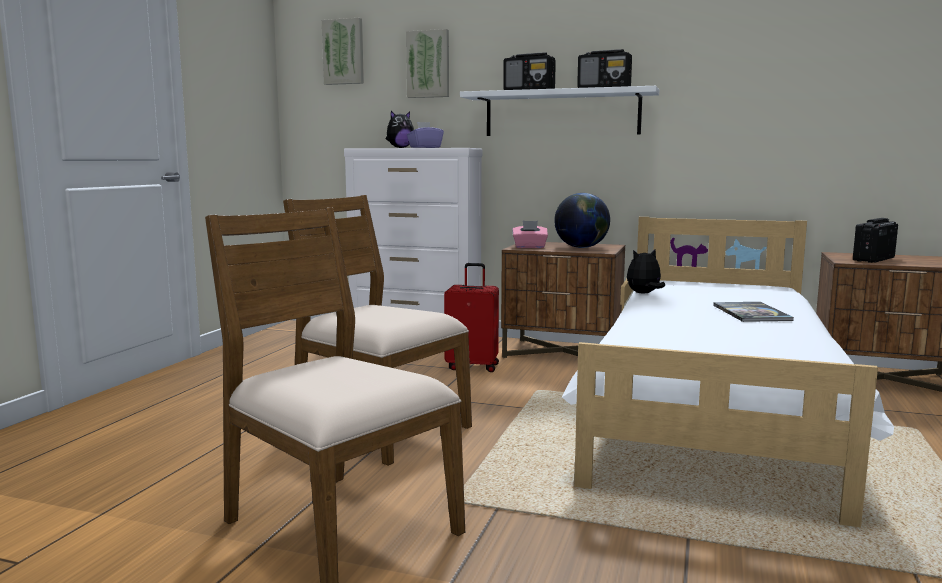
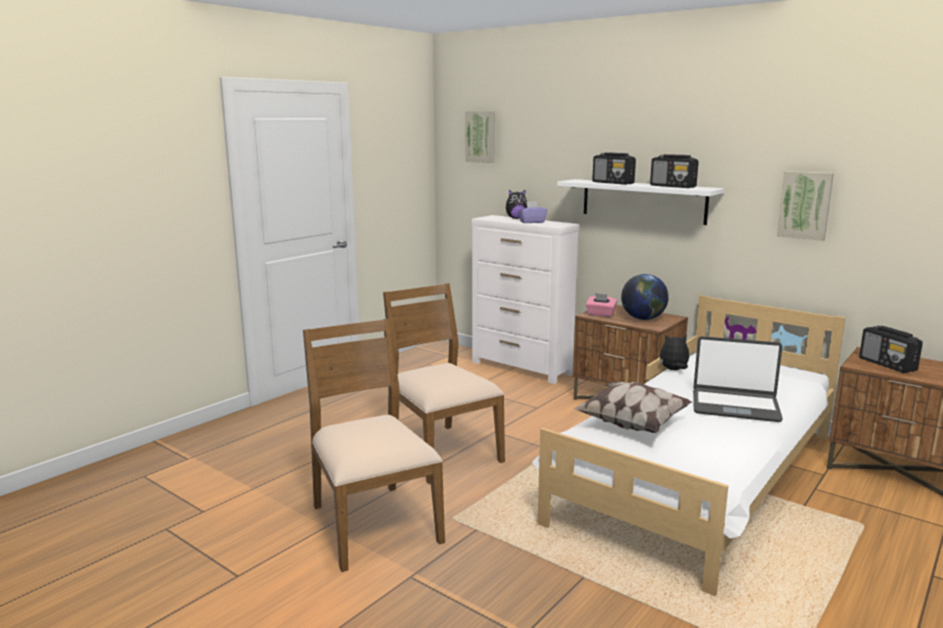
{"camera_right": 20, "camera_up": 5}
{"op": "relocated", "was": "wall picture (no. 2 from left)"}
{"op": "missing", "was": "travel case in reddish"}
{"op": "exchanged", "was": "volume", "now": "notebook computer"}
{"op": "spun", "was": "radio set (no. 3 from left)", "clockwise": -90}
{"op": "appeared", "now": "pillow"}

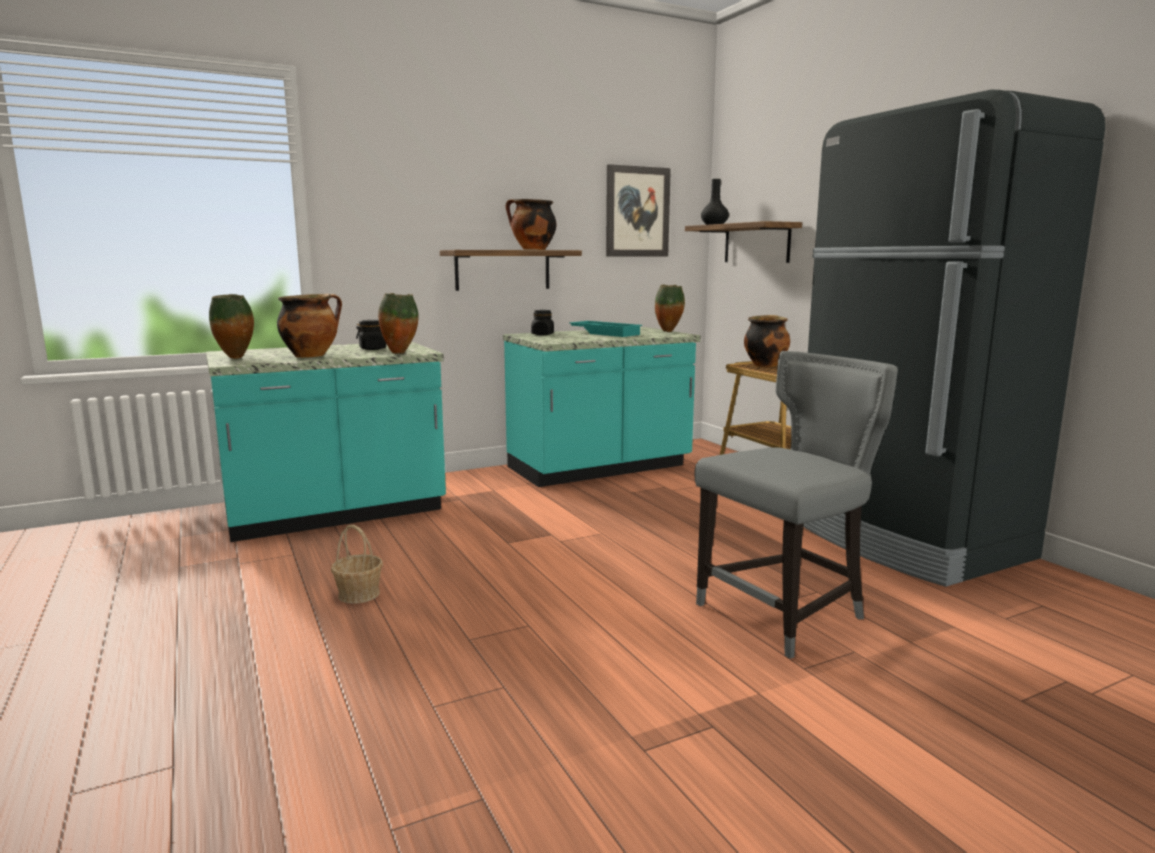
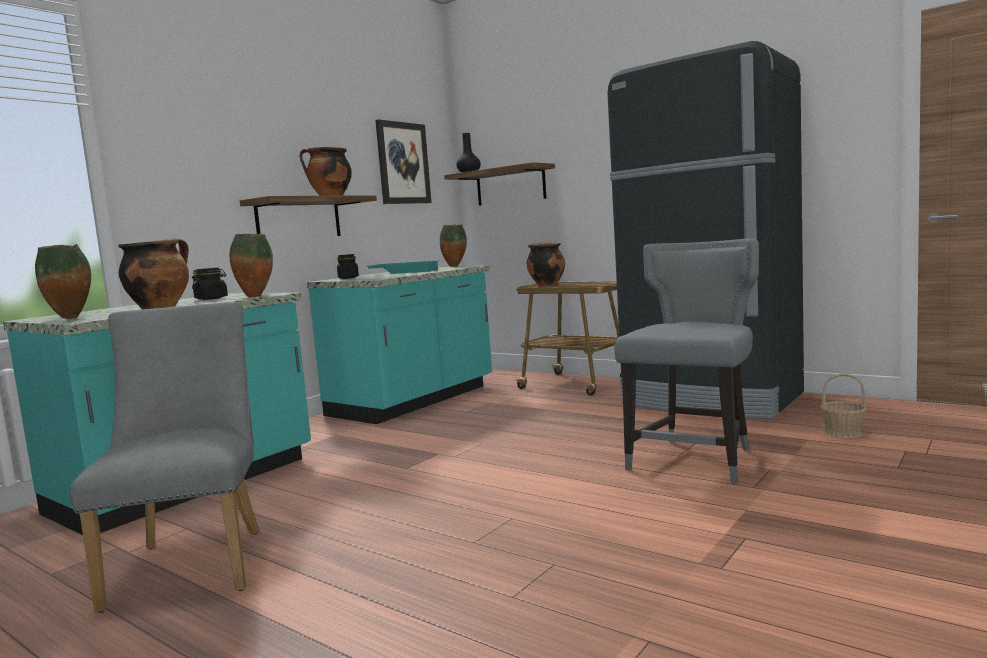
{"camera_right": -25, "camera_up": -5}
{"op": "relocated", "was": "storage basket"}
{"op": "appeared", "now": "chair in gray (no. 1 from left)"}

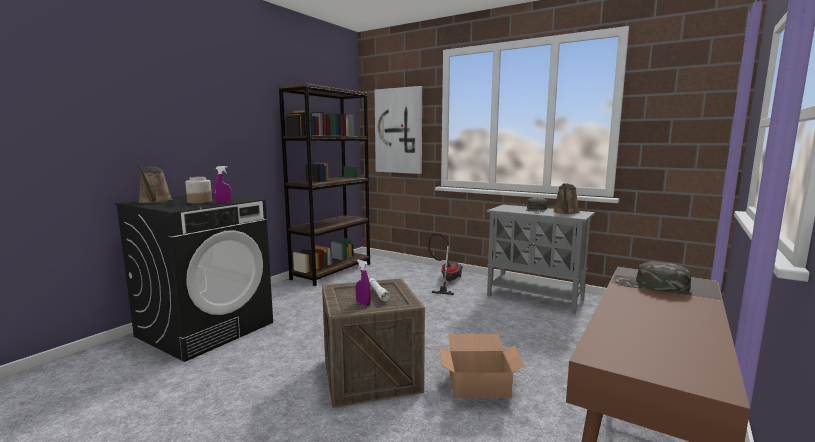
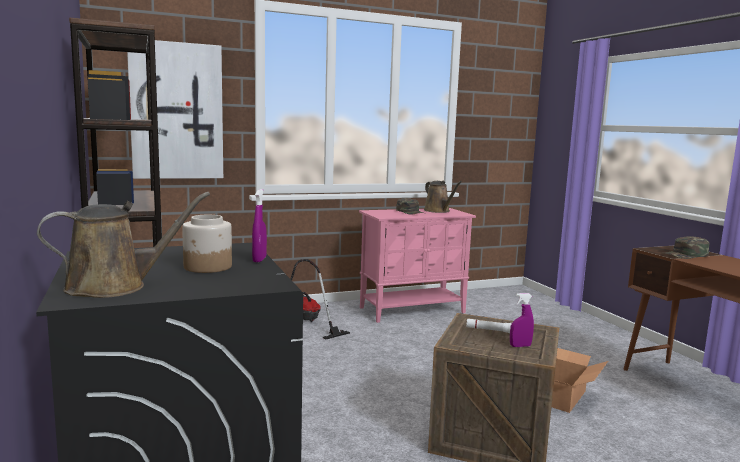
{"camera_right": -55, "camera_up": 0}
{"op": "spun", "was": "sprinkling can in brown-coloured (no. 1 from left)", "clockwise": -45}
{"op": "colour", "was": "cabinet in gray", "now": "cabinet in pink-coloured"}

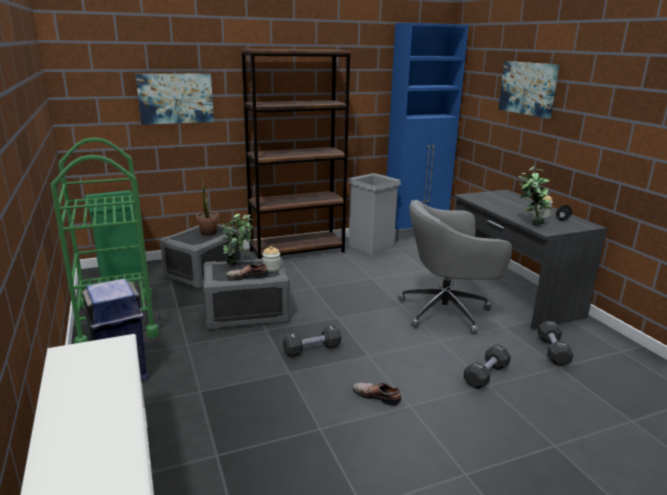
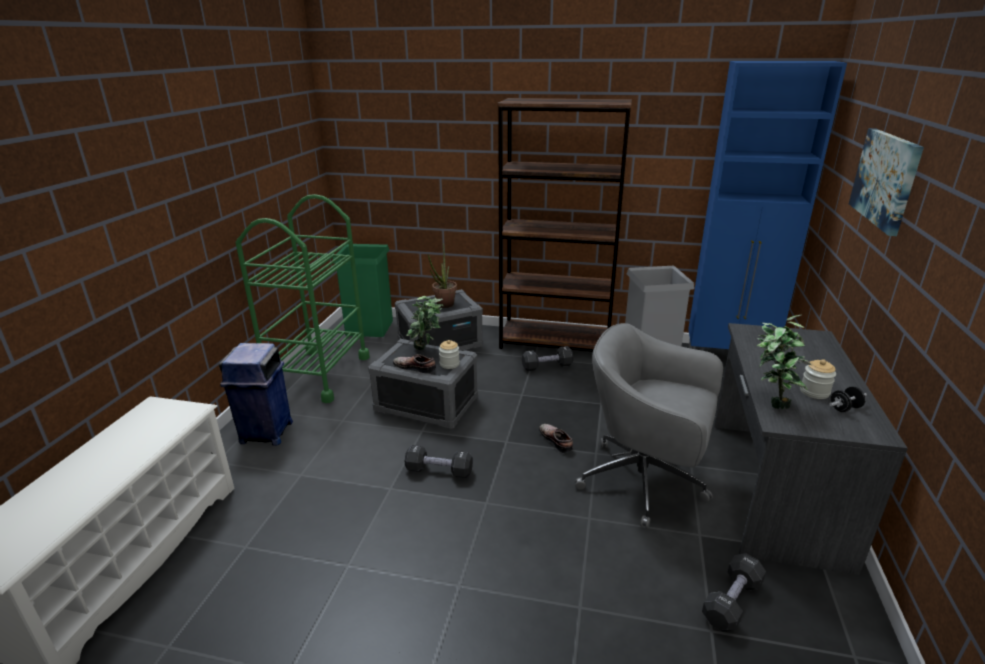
{"camera_right": 35, "camera_up": 5}
{"op": "missing", "was": "wall picture (no. 1 from left)"}
{"op": "relocated", "was": "low shoe (no. 2 from left)"}
{"op": "relocated", "was": "hand weight in black-coloured (no. 2 from left)"}

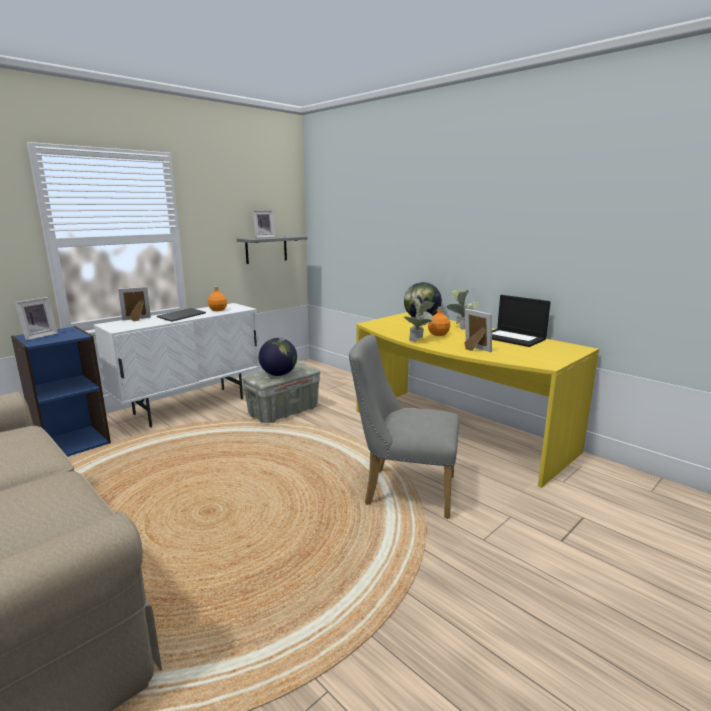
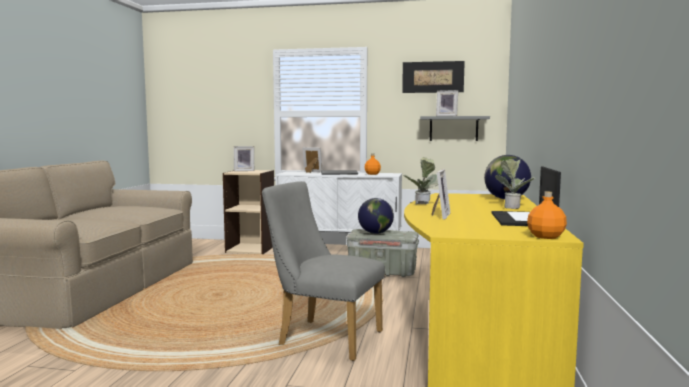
{"camera_right": 55, "camera_up": -10}
{"op": "colour", "was": "bookshelf in blue", "now": "bookshelf in sand-coloured"}
{"op": "spun", "was": "chair in gray", "clockwise": -45}
{"op": "relocated", "was": "drink bottle in orangey (no. 2 from left)"}
{"op": "appeared", "now": "wall picture"}

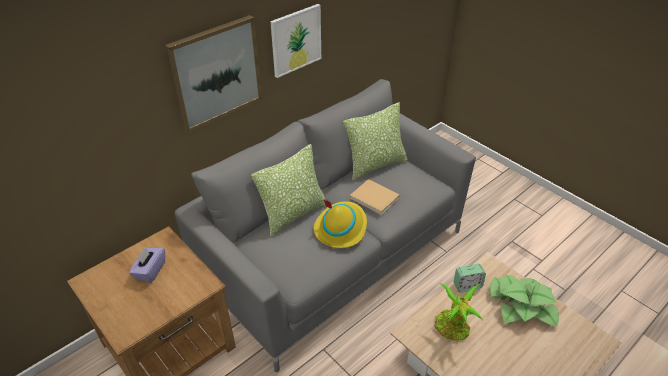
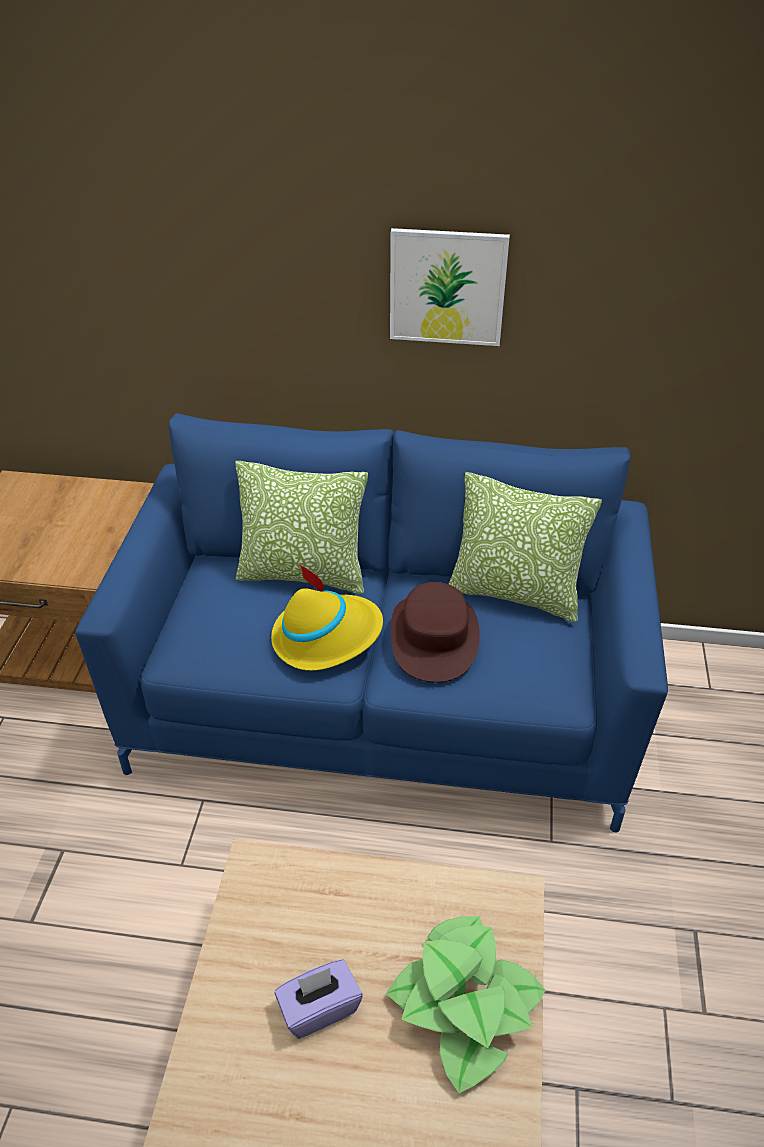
{"camera_right": 50, "camera_up": 0}
{"op": "relocated", "was": "tissue holder in purplish"}
{"op": "missing", "was": "wall picture (no. 1 from left)"}
{"op": "colour", "was": "sofa in gray", "now": "sofa in blue"}
{"op": "exchanged", "was": "volume in sand-coloured", "now": "wearable hat in brown-coloured"}
{"op": "missing", "was": "potted plant (no. 1 from left)"}
{"op": "missing", "was": "bedside clock"}

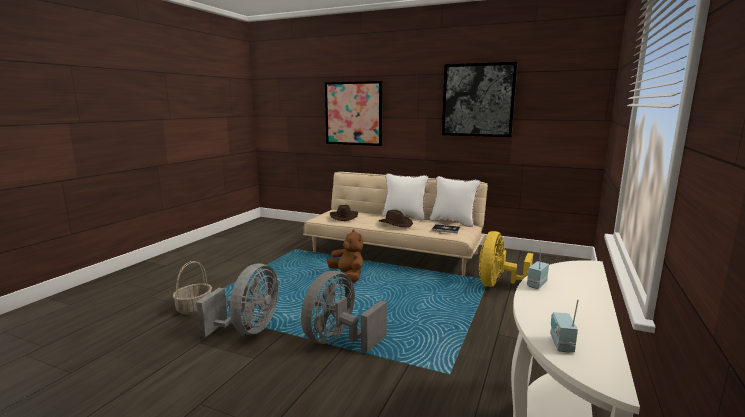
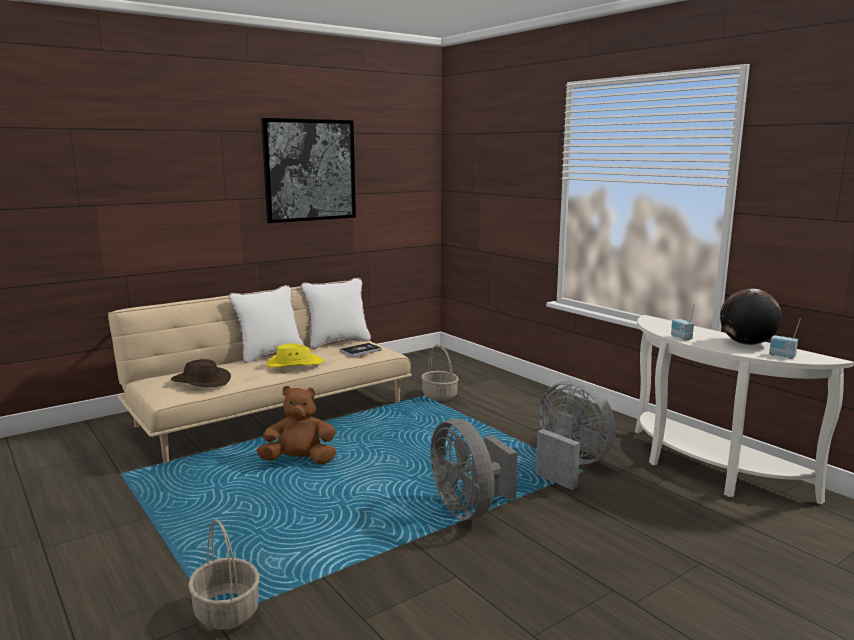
{"camera_right": -60, "camera_up": 0}
{"op": "relocated", "was": "electric fan in gray (no. 1 from left in the first image)", "now": "electric fan in gray (no. 2 from left)"}
{"op": "missing", "was": "wall picture (no. 1 from left)"}
{"op": "colour", "was": "wearable hat in brown-coloured (no. 2 from left)", "now": "wearable hat in yellow"}
{"op": "exchanged", "was": "electric fan in yellow", "now": "storage basket (no. 2 from left)"}
{"op": "appeared", "now": "globe"}

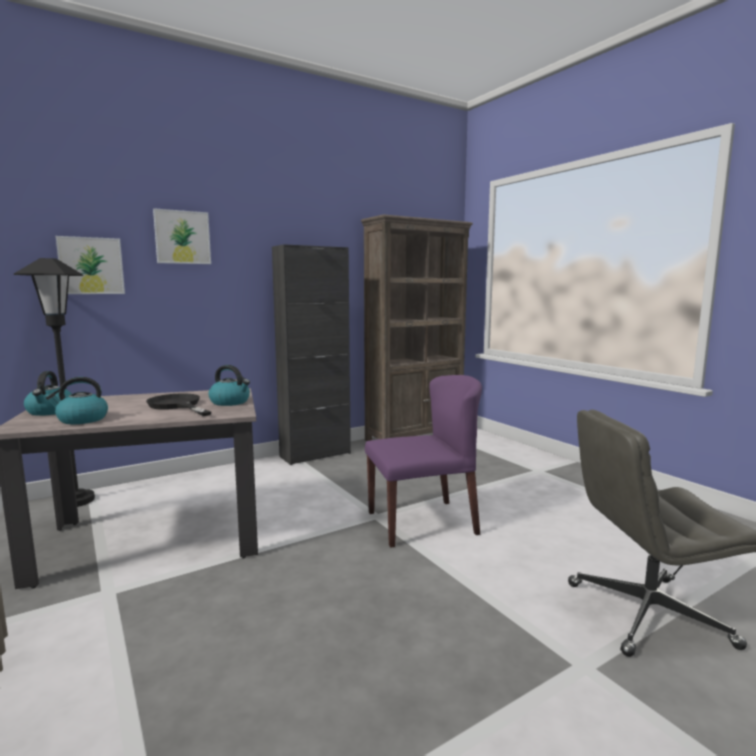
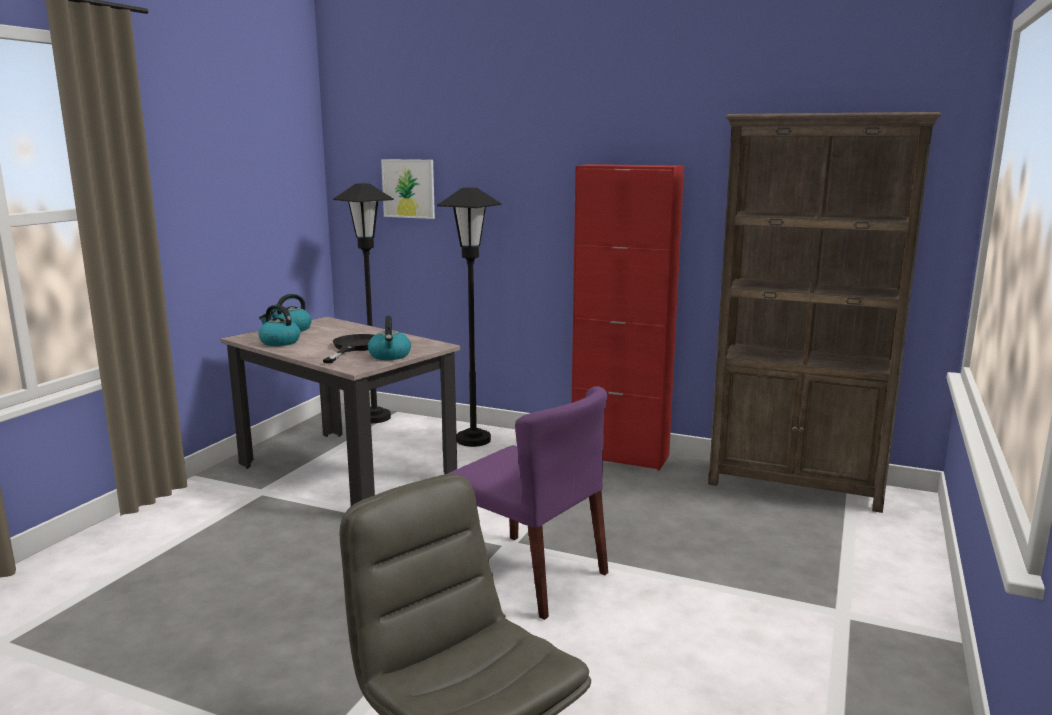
{"camera_right": 55, "camera_up": 5}
{"op": "missing", "was": "wall picture (no. 2 from left)"}
{"op": "colour", "was": "cabinet in black-coloured", "now": "cabinet in reddish"}
{"op": "appeared", "now": "standard lamp in black-coloured (no. 2 from left)"}

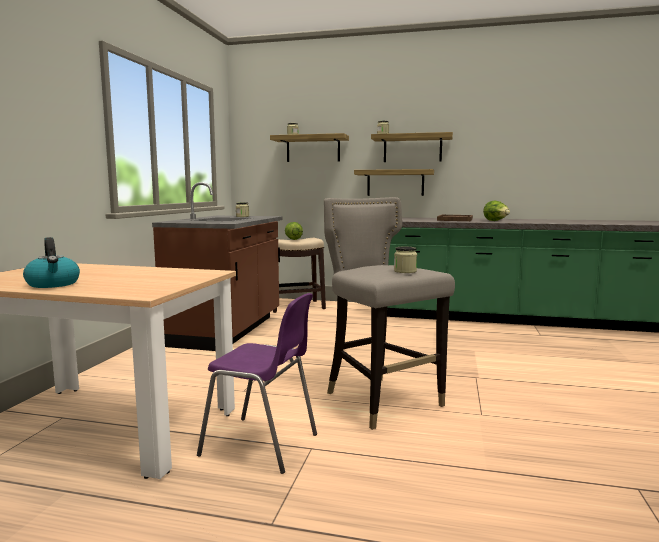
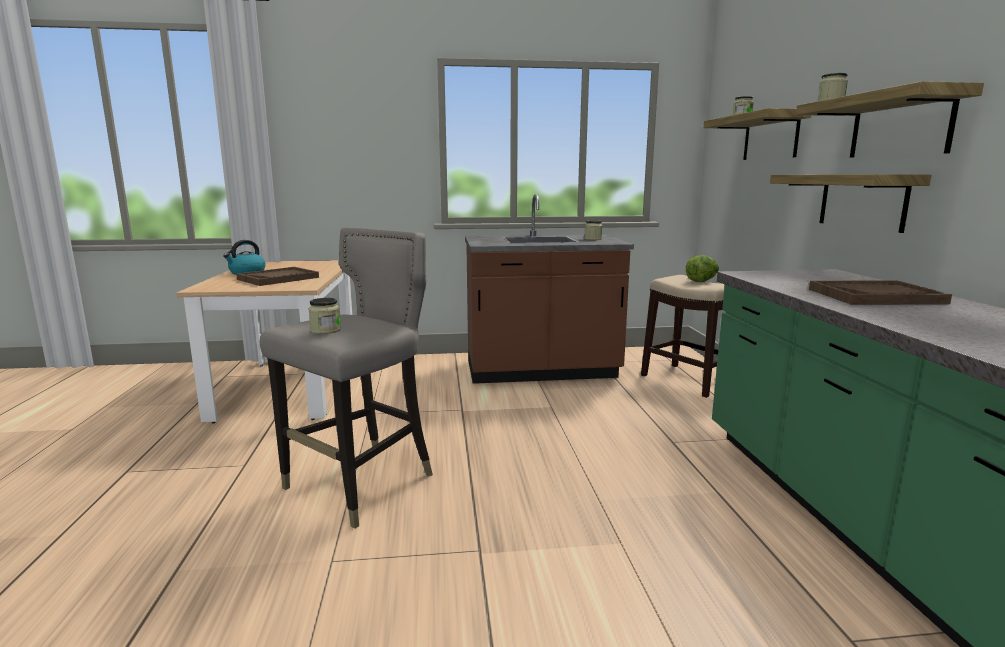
{"camera_right": 70, "camera_up": 5}
{"op": "missing", "was": "chair in purplish"}
{"op": "missing", "was": "head of lettuce (no. 2 from left)"}
{"op": "appeared", "now": "tray in brown-coloured (no. 1 from left)"}

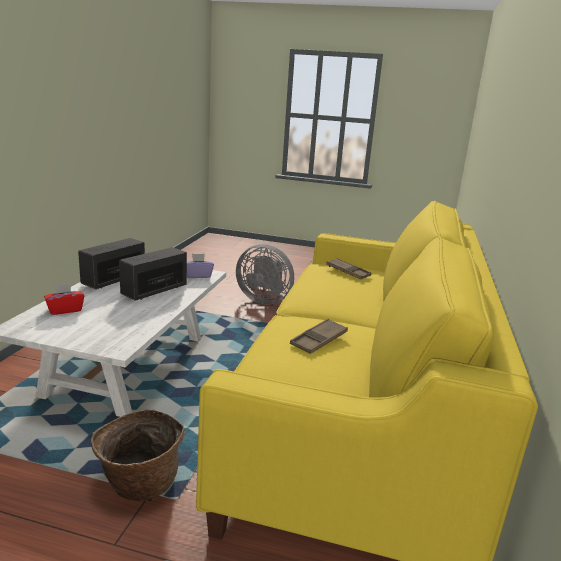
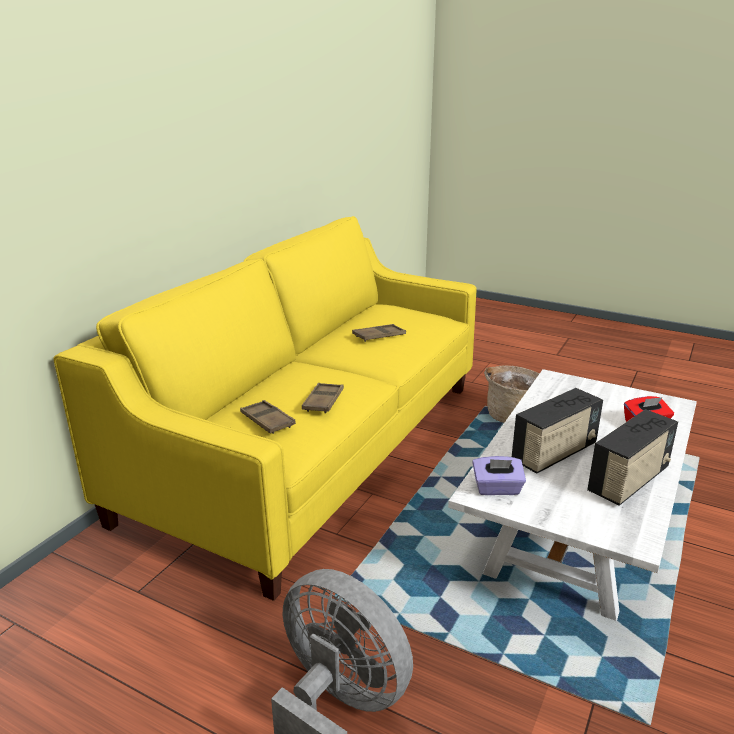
{"camera_right": -165, "camera_up": 5}
{"op": "appeared", "now": "tray in brown-coloured (no. 2 from left)"}

